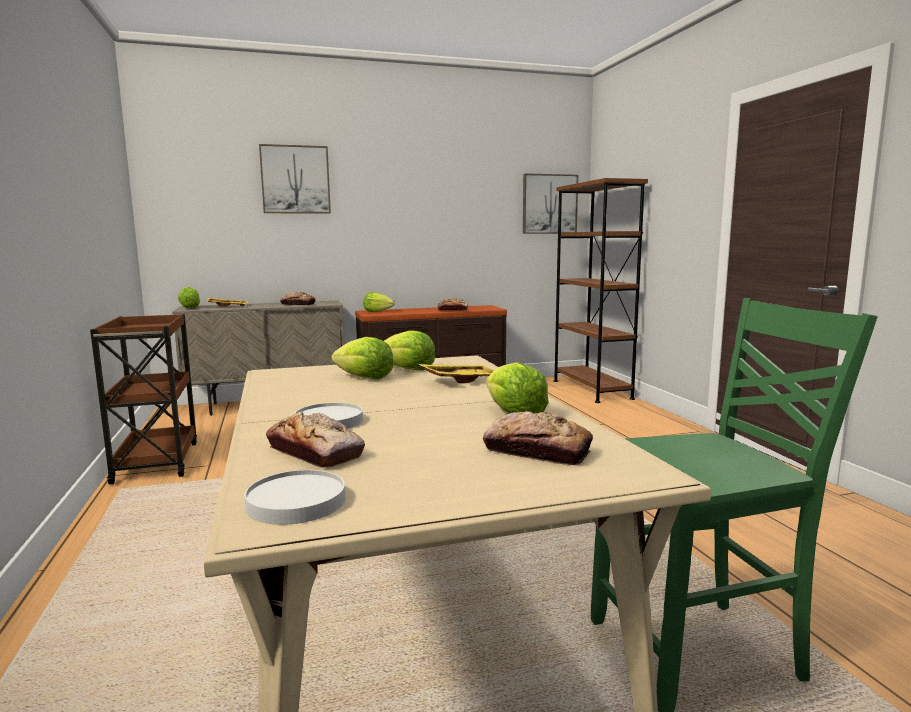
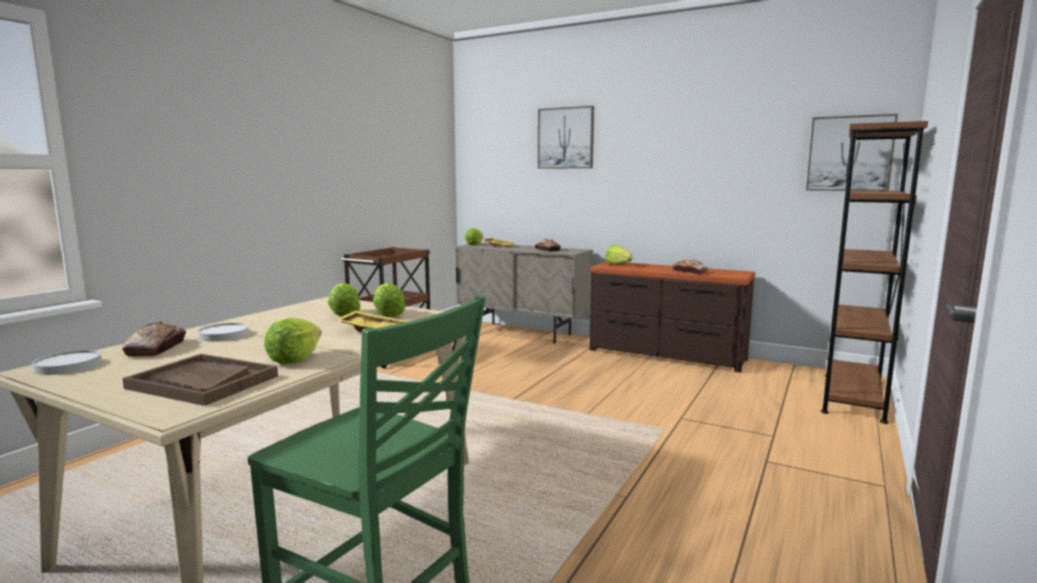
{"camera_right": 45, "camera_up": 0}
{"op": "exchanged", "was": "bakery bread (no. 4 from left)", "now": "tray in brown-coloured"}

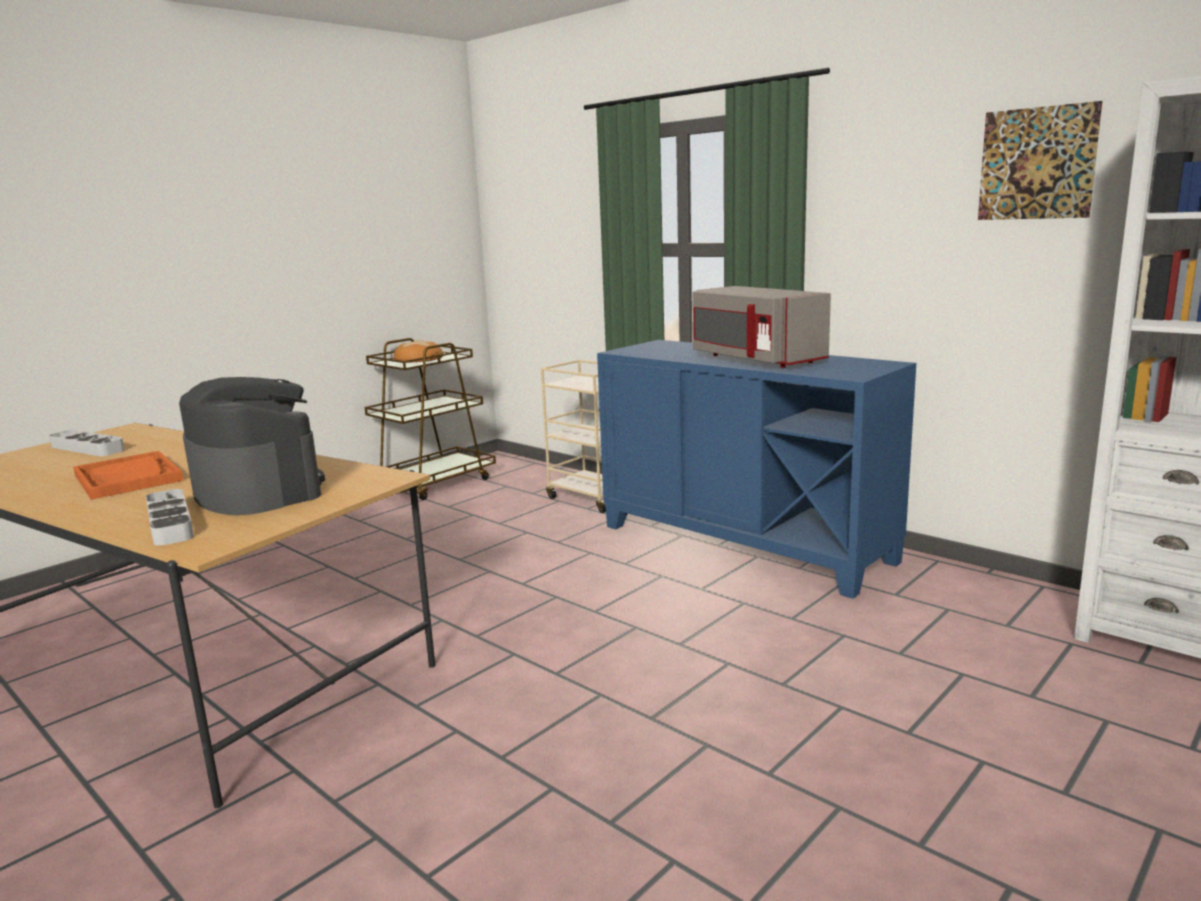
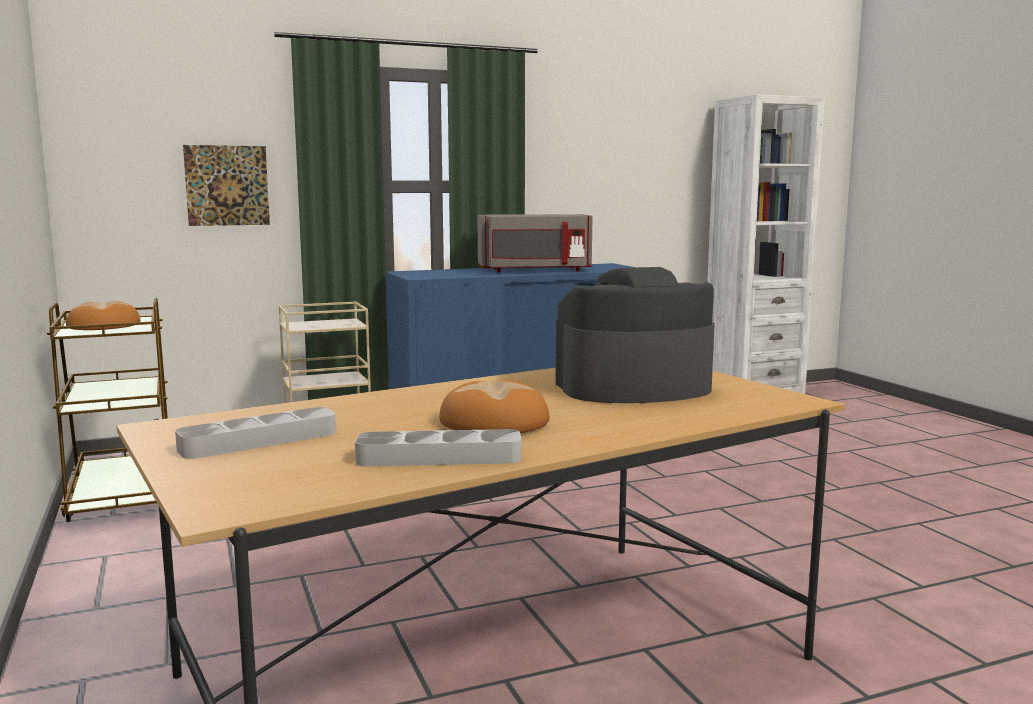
{"camera_right": -65, "camera_up": -5}
{"op": "exchanged", "was": "tray in orangey", "now": "bakery bread (no. 2 from left)"}
{"op": "relocated", "was": "tray in gray (no. 2 from left)"}
{"op": "relocated", "was": "wall picture"}

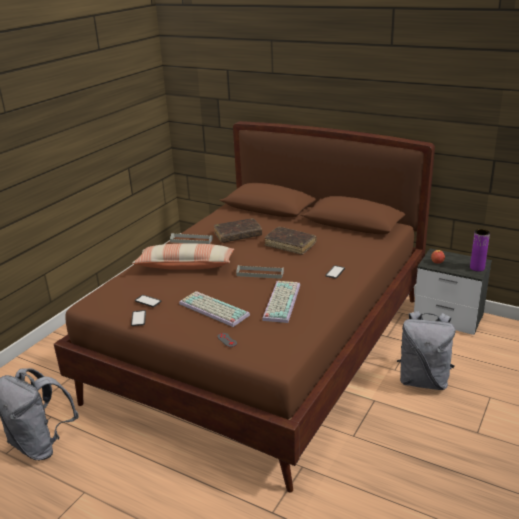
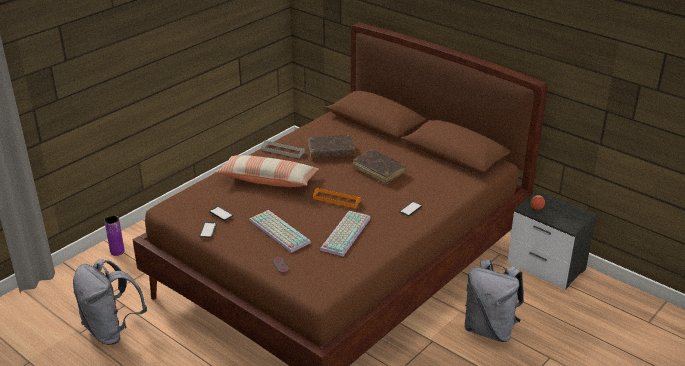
{"camera_right": 10, "camera_up": 5}
{"op": "colour", "was": "tray in gray (no. 2 from left)", "now": "tray in orangey"}
{"op": "relocated", "was": "flower vase in purplish"}

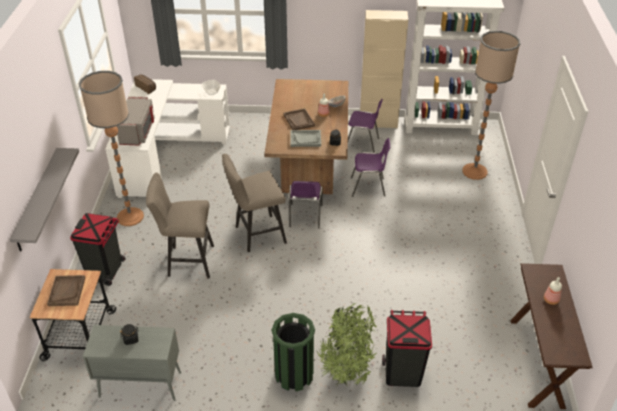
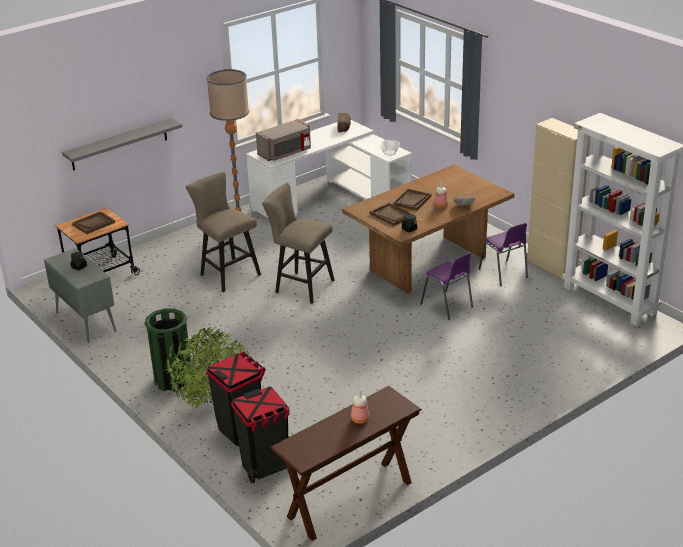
{"camera_right": 50, "camera_up": -10}
{"op": "relocated", "was": "waste bin in black-coloured (no. 1 from left in the first image)", "now": "waste bin in black-coloured (no. 2 from left)"}
{"op": "missing", "was": "chair in purplish (no. 1 from left)"}
{"op": "colour", "was": "tray in gray", "now": "tray in brown-coloured (no. 2 from left)"}
{"op": "missing", "was": "standard lamp (no. 2 from left)"}

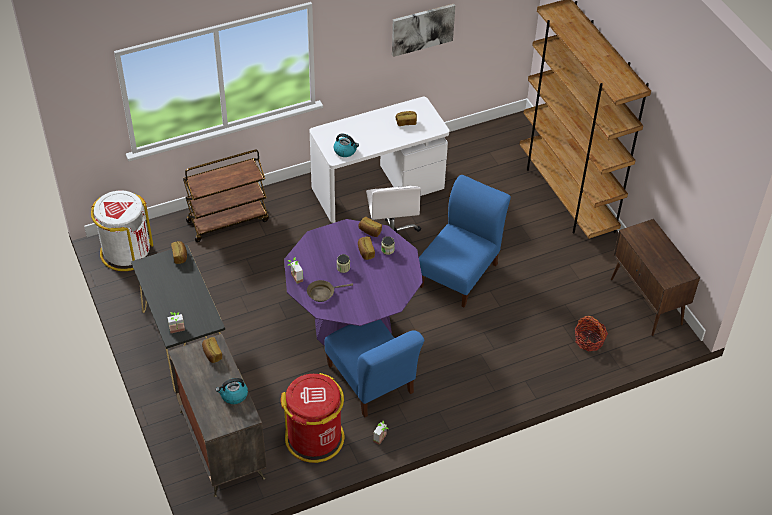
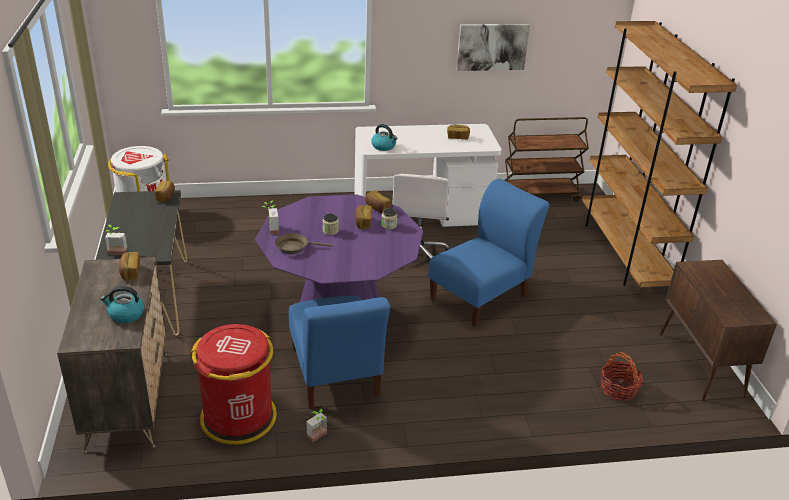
{"camera_right": 15, "camera_up": -15}
{"op": "relocated", "was": "wheeled cart in brown-coloured"}

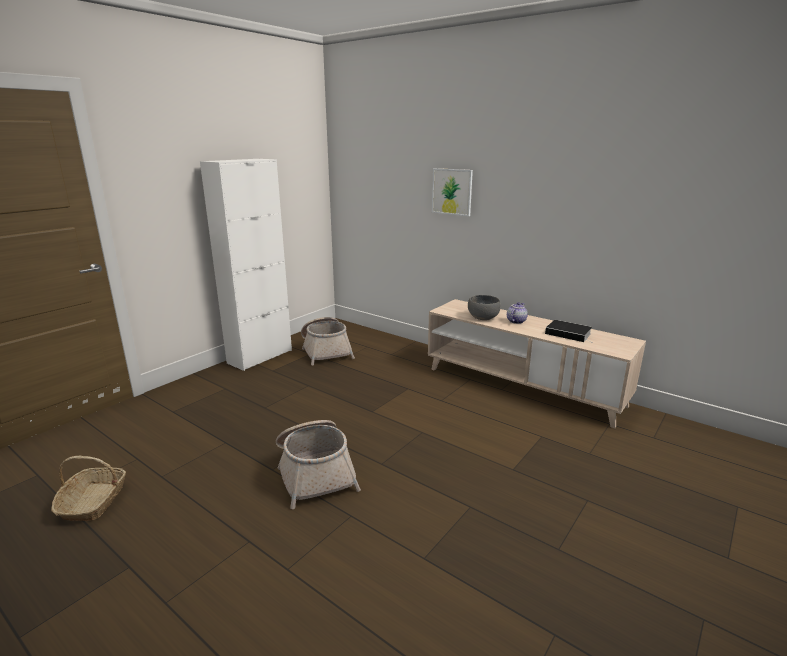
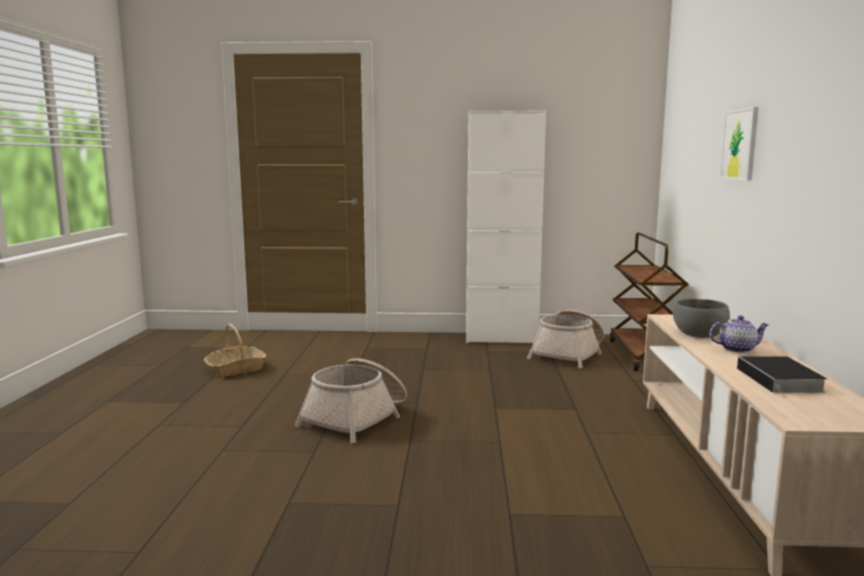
{"camera_right": 55, "camera_up": -10}
{"op": "appeared", "now": "wheeled cart in brown-coloured"}

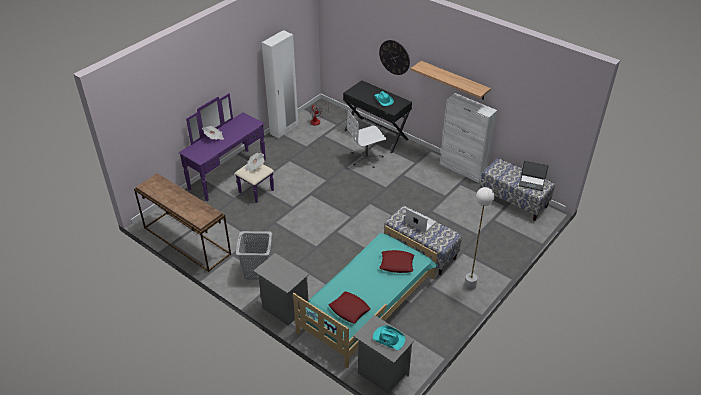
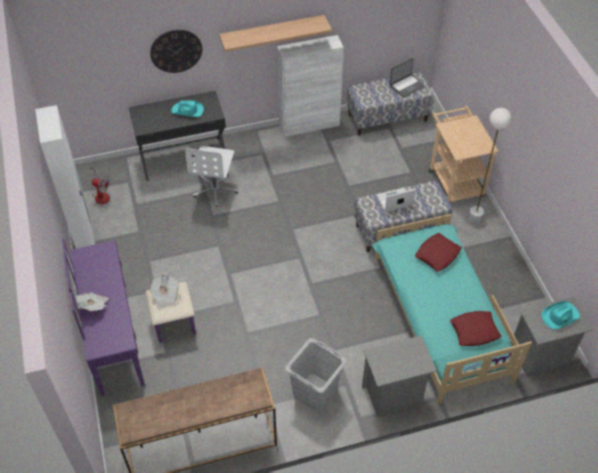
{"camera_right": -55, "camera_up": 10}
{"op": "appeared", "now": "wheeled cart in sand-coloured"}

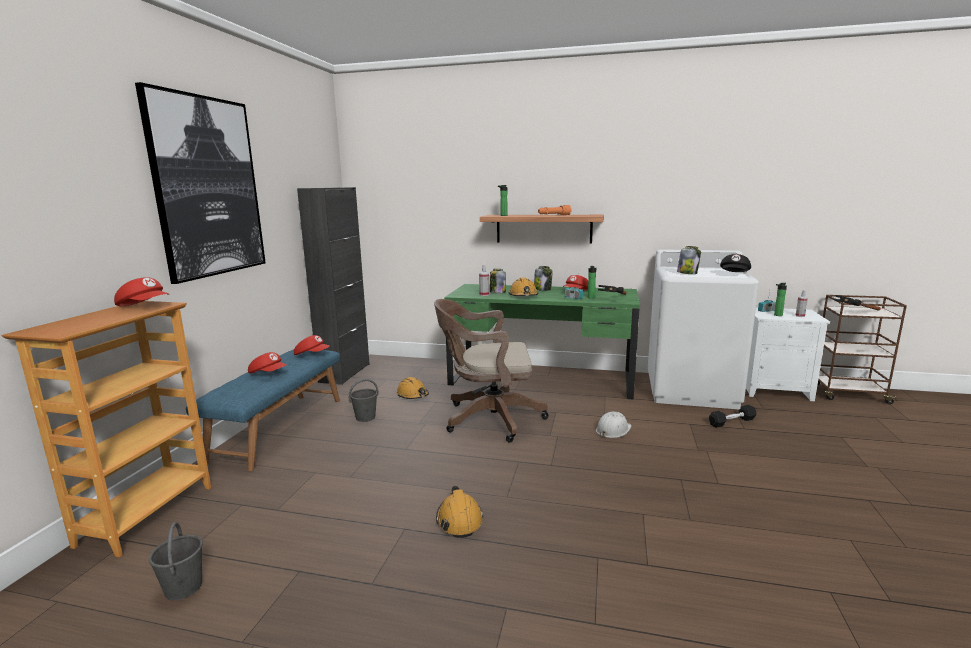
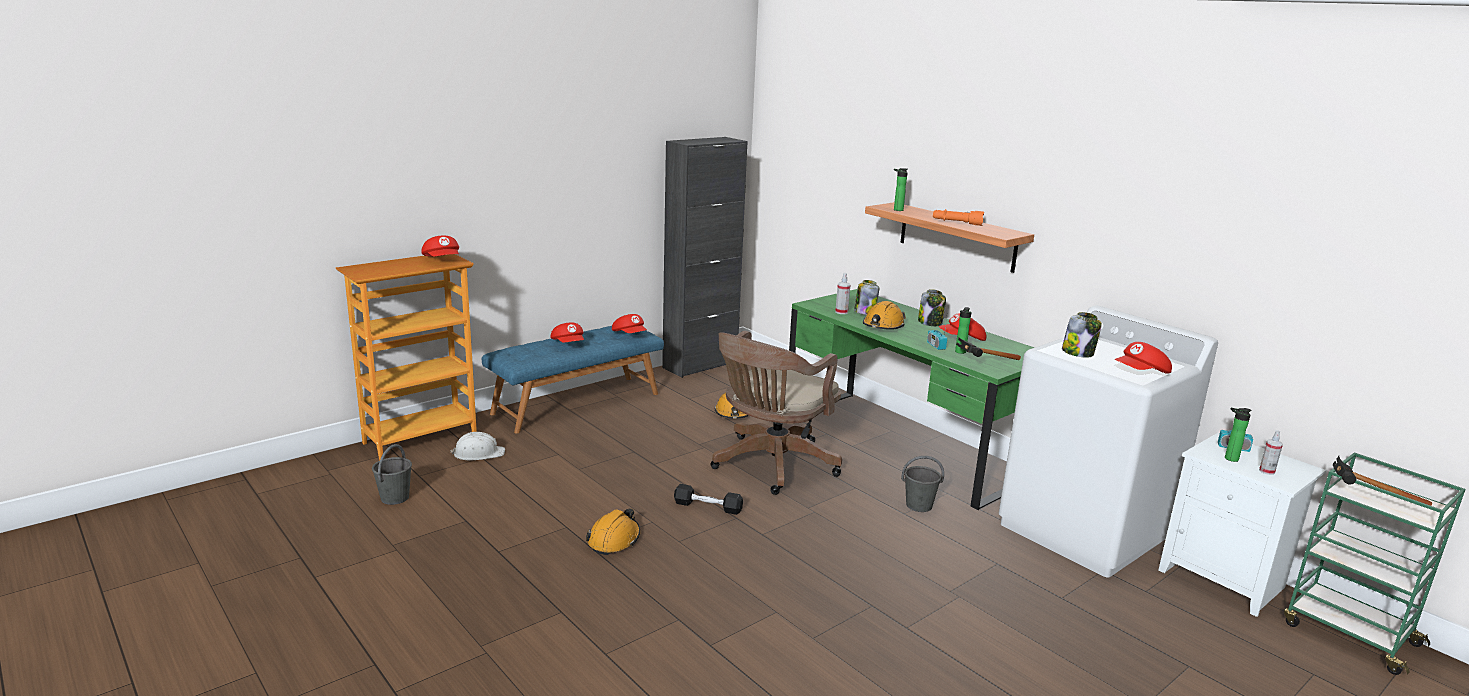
{"camera_right": 35, "camera_up": 5}
{"op": "missing", "was": "wall picture"}
{"op": "relocated", "was": "pail in gray (no. 2 from left)"}
{"op": "spun", "was": "office chair in brown-coloured", "clockwise": -90}
{"op": "relocated", "was": "safety helmet in white"}
{"op": "relocated", "was": "hand weight in black-coloured"}
{"op": "colour", "was": "cap in black-coloured", "now": "cap in reddish (no. 5 from left)"}
{"op": "colour", "was": "wheeled cart in brown-coloured", "now": "wheeled cart in green-coloured"}

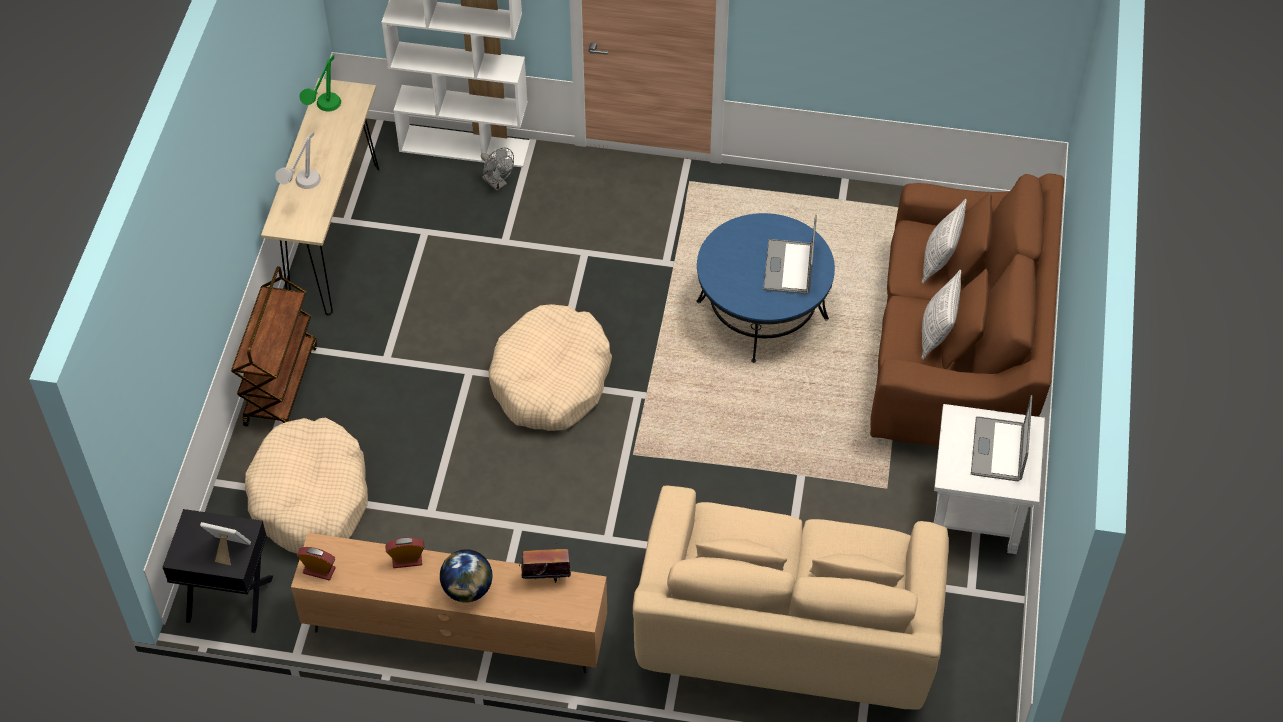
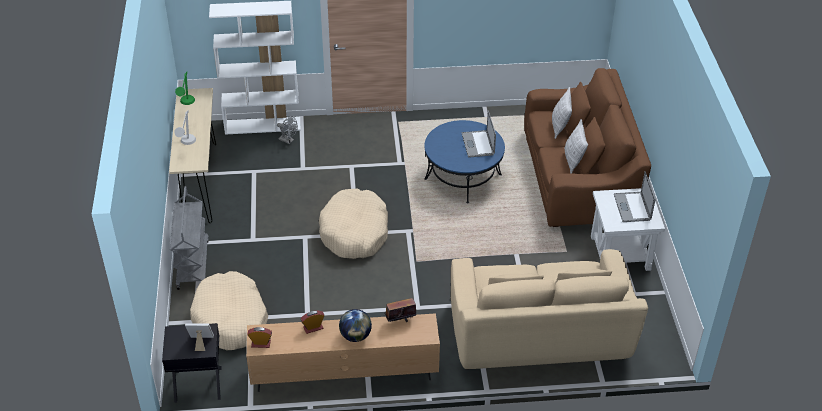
{"camera_right": -15, "camera_up": -10}
{"op": "colour", "was": "wheeled cart in brown-coloured", "now": "wheeled cart in gray"}

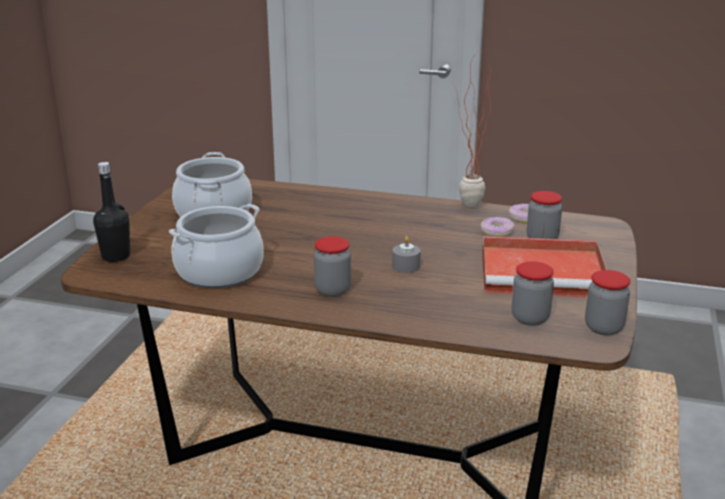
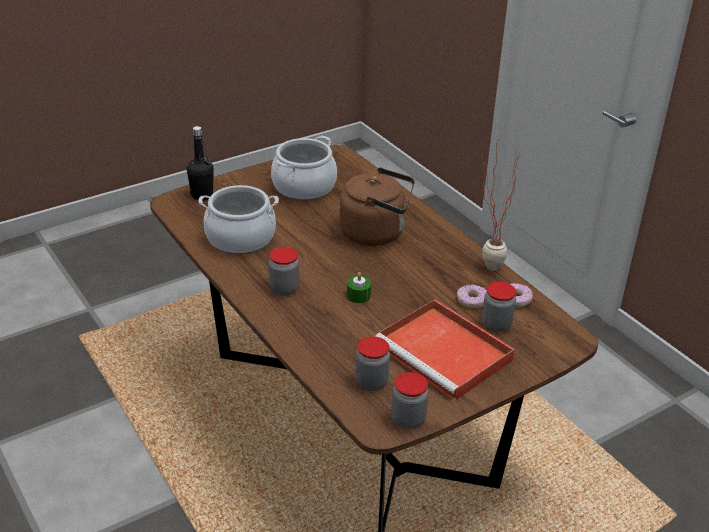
{"camera_right": 40, "camera_up": 10}
{"op": "colour", "was": "wax candle in gray", "now": "wax candle in green-coloured"}
{"op": "appeared", "now": "kettle in brown-coloured"}

